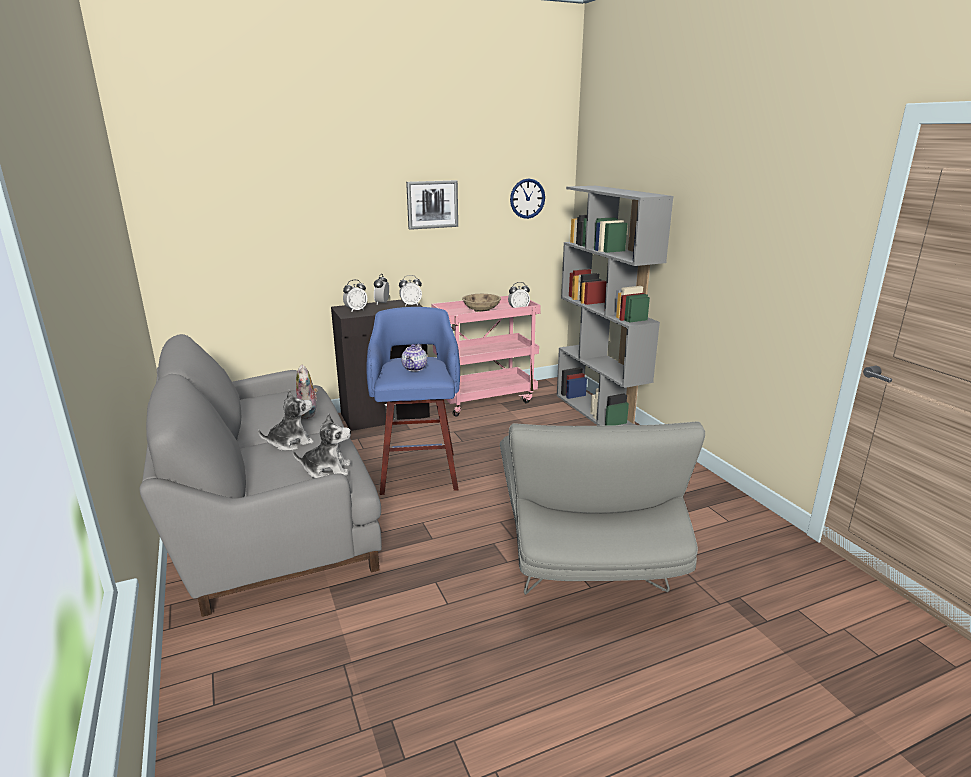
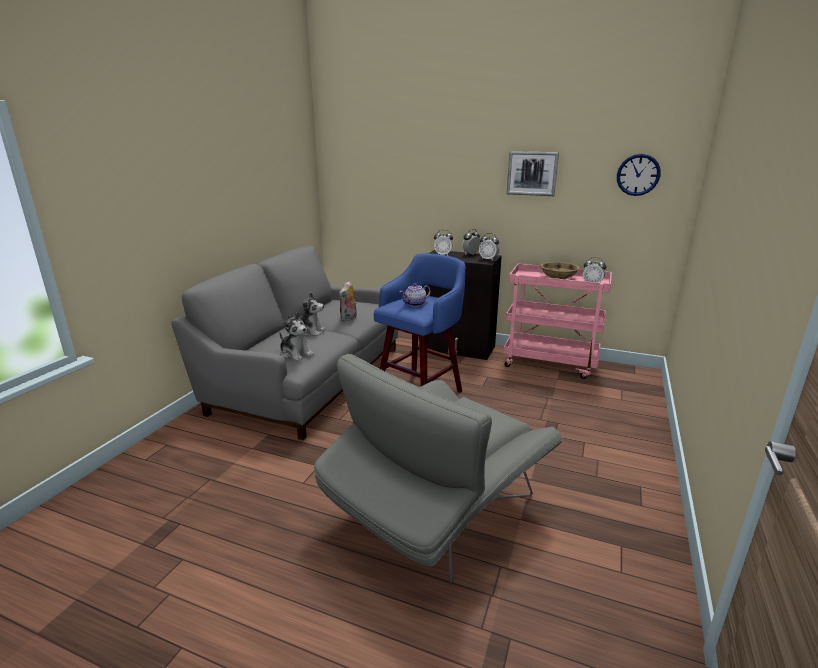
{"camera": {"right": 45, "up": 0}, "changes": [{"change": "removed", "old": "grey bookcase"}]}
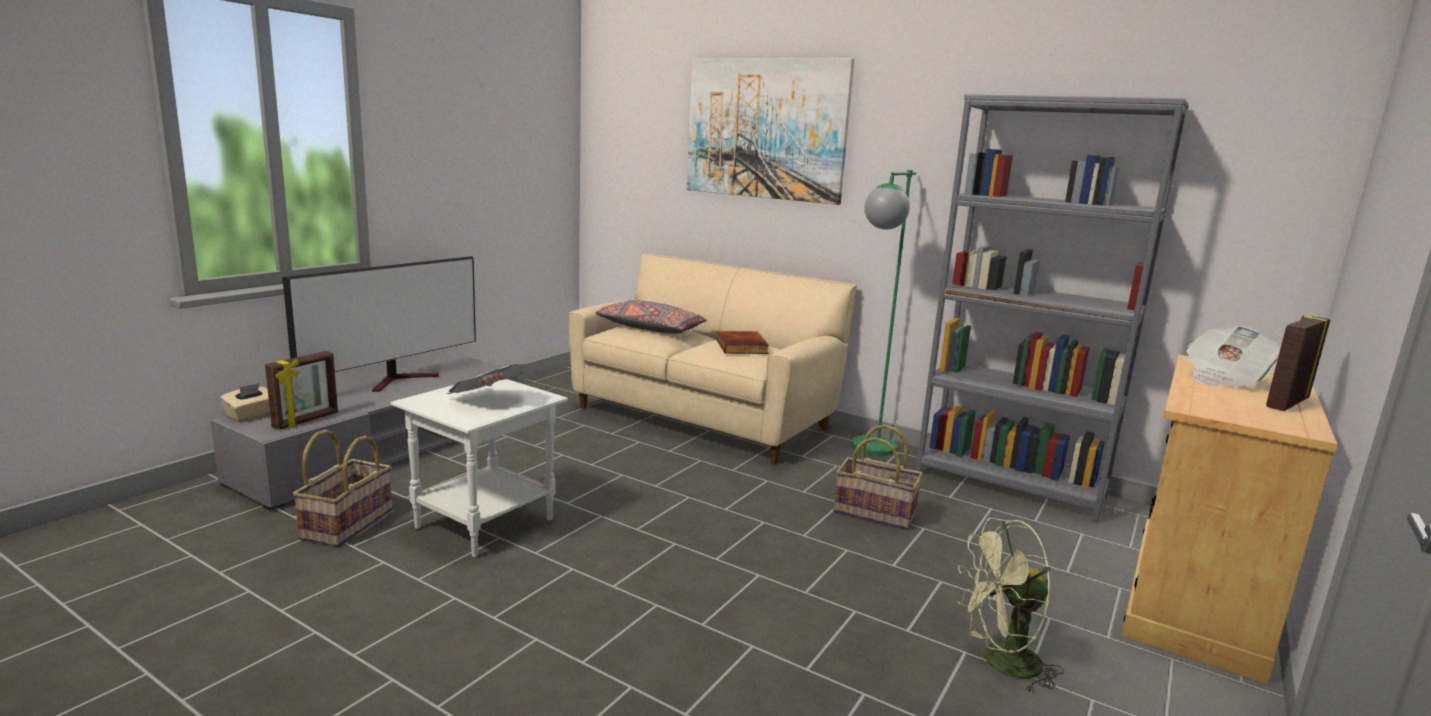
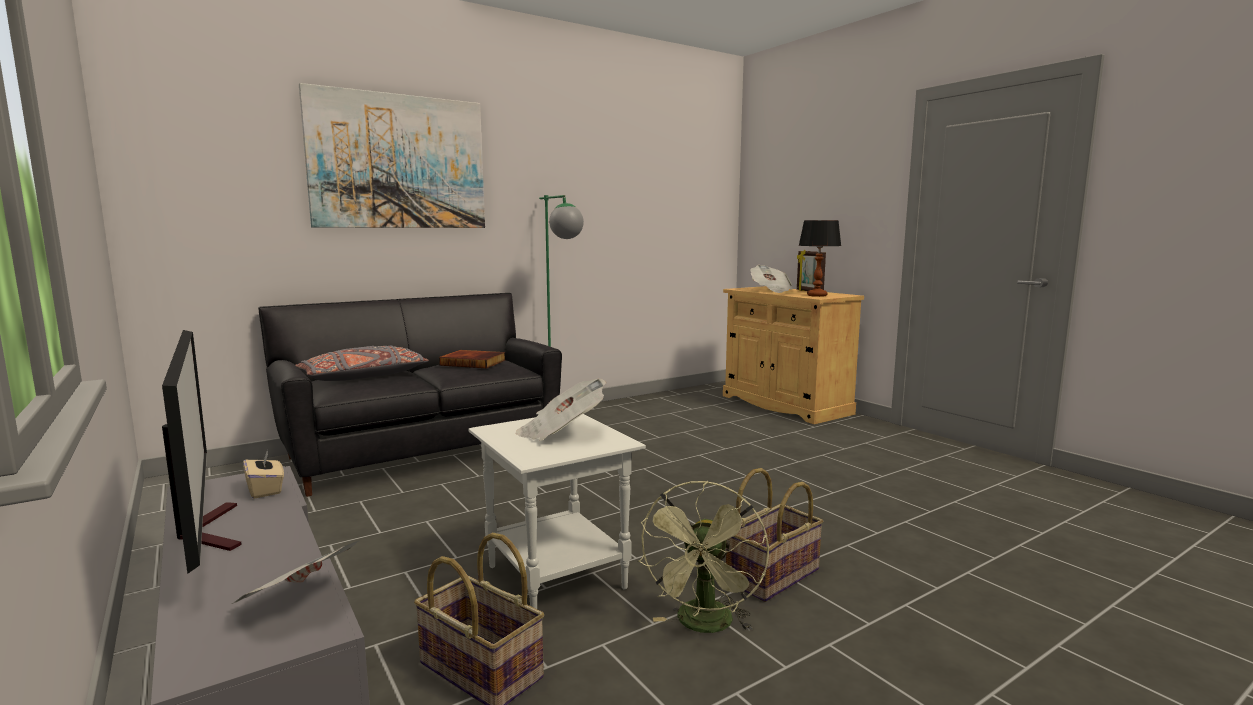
{"camera": {"right": -65, "up": -5}, "changes": [{"change": "replaced", "old": "picture frame (1st from left)", "new": "newspaper (1st from left)"}, {"change": "moved", "old": "beige tissue box"}, {"change": "recoloured", "old": "beige sofa", "new": "black sofa"}, {"change": "moved", "old": "green fan"}, {"change": "moved", "old": "basket (2nd from left)"}, {"change": "added", "new": "table lamp"}, {"change": "removed", "old": "grey bookcase"}]}
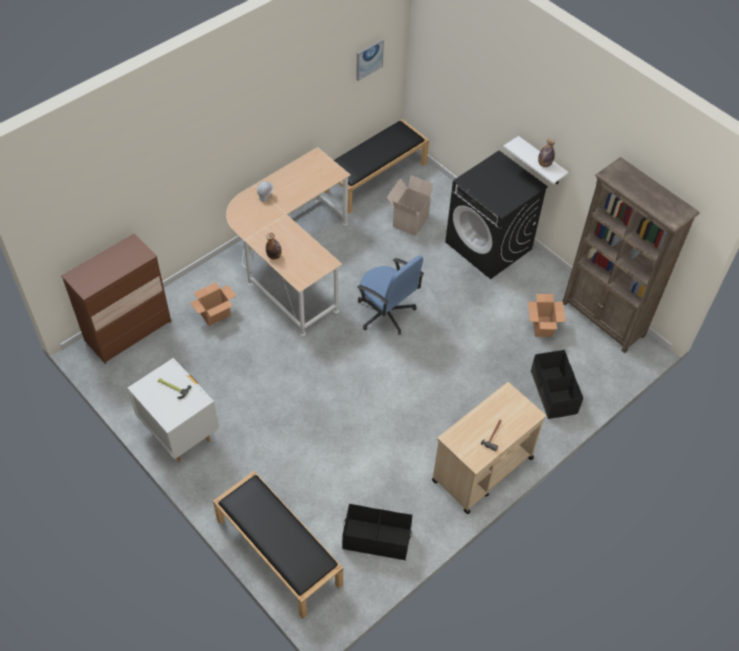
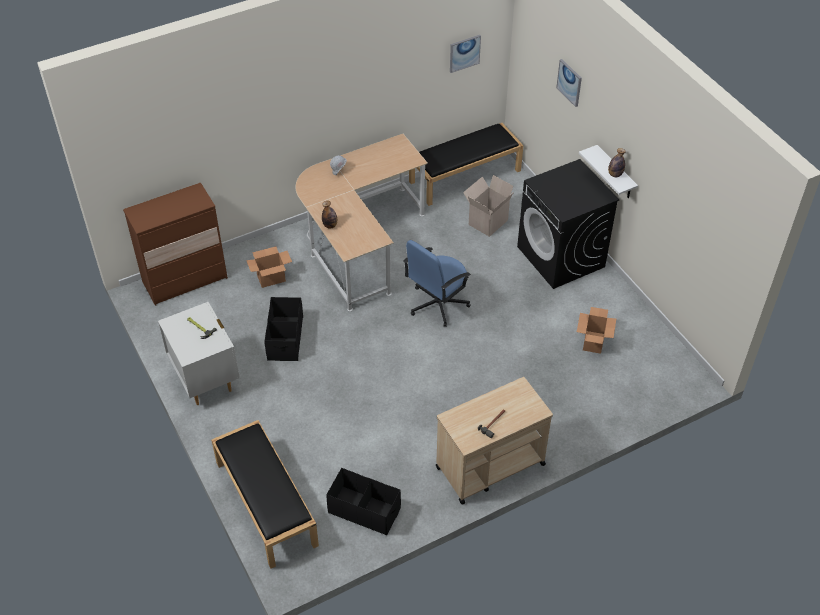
{"camera": {"right": 15, "up": -5}, "changes": [{"change": "moved", "old": "black storage box (2nd from left in the first image)", "new": "black storage box (1st from left)"}, {"change": "turned", "old": "blue office chair", "degrees": 75}, {"change": "added", "new": "picture (2nd from left)"}, {"change": "removed", "old": "brown bookcase"}]}
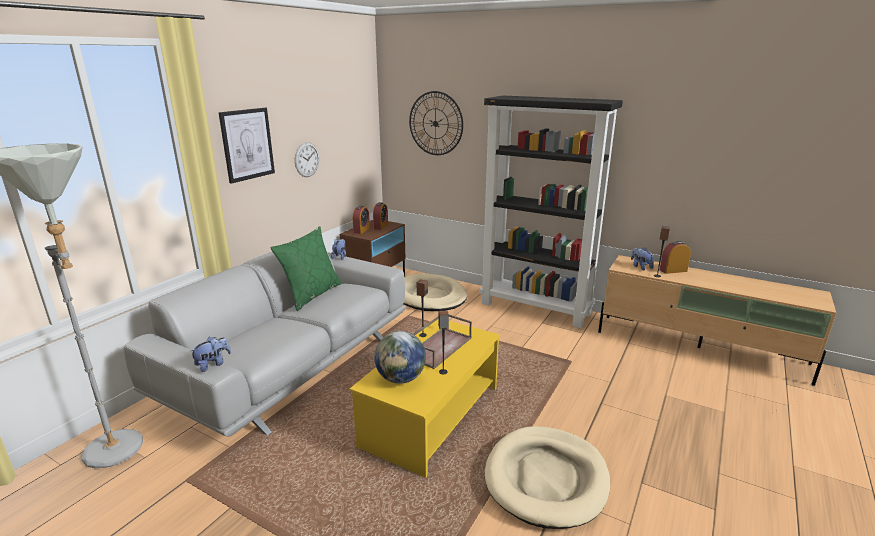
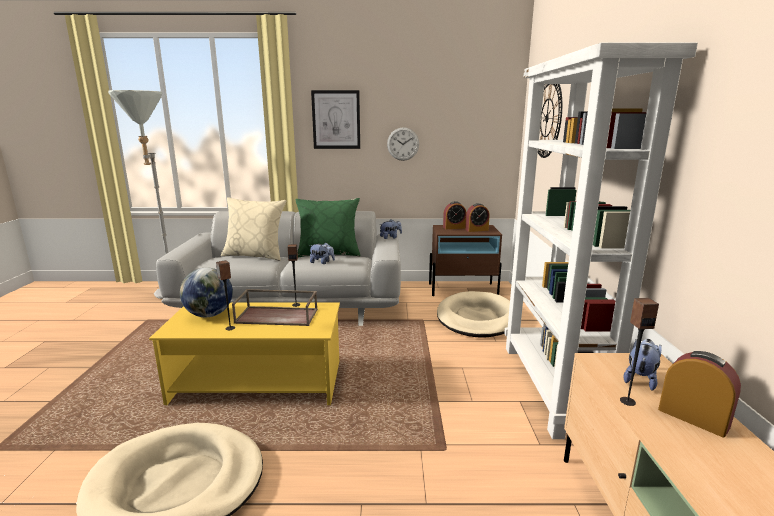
{"camera": {"right": 60, "up": -5}, "changes": [{"change": "added", "new": "beige pillow"}, {"change": "moved", "old": "plush toy (1st from left)"}, {"change": "recoloured", "old": "black bookcase", "new": "white bookcase"}]}
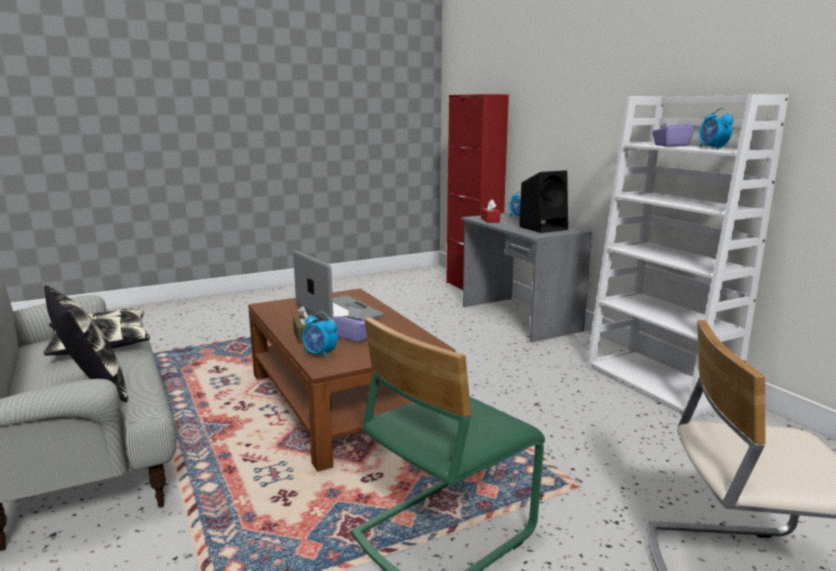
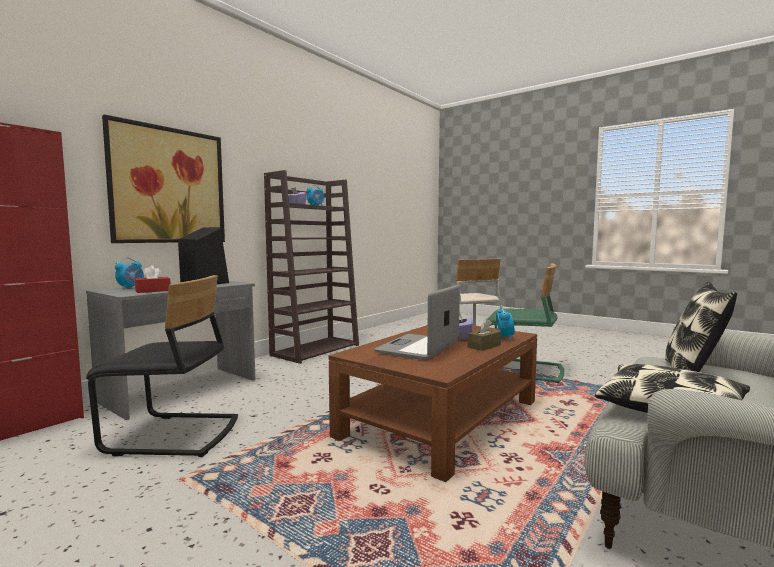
{"camera": {"right": -115, "up": -10}, "changes": [{"change": "added", "new": "black chair"}, {"change": "added", "new": "picture"}, {"change": "recoloured", "old": "white bookcase", "new": "brown bookcase"}]}
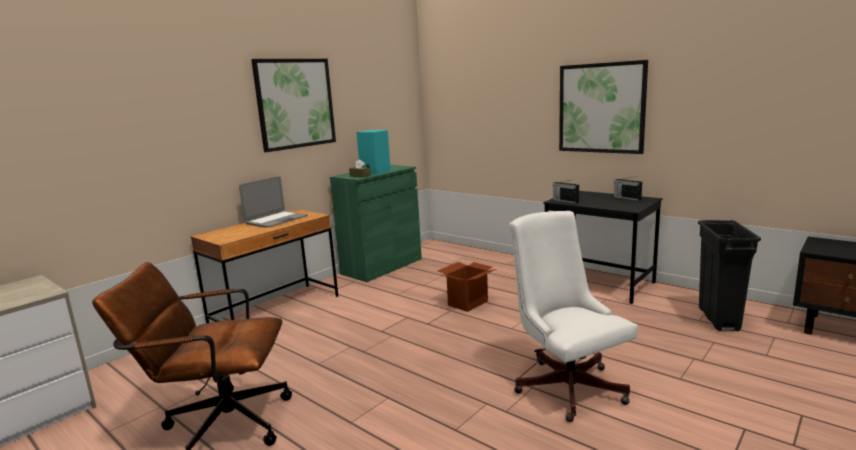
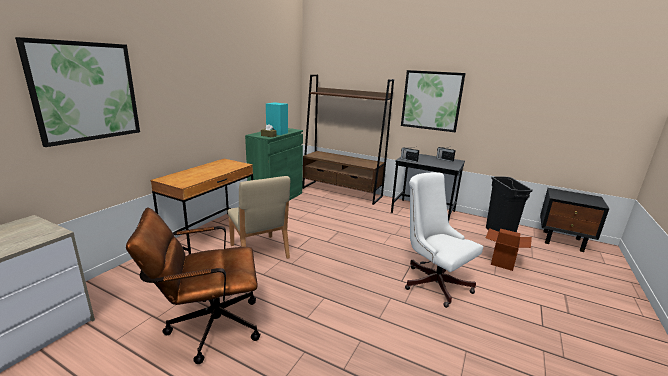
{"camera": {"right": -15, "up": 5}, "changes": [{"change": "moved", "old": "picture (1st from left)"}, {"change": "added", "new": "beige chair"}, {"change": "added", "new": "brown bookcase"}, {"change": "moved", "old": "cardboard box"}, {"change": "removed", "old": "laptop"}]}
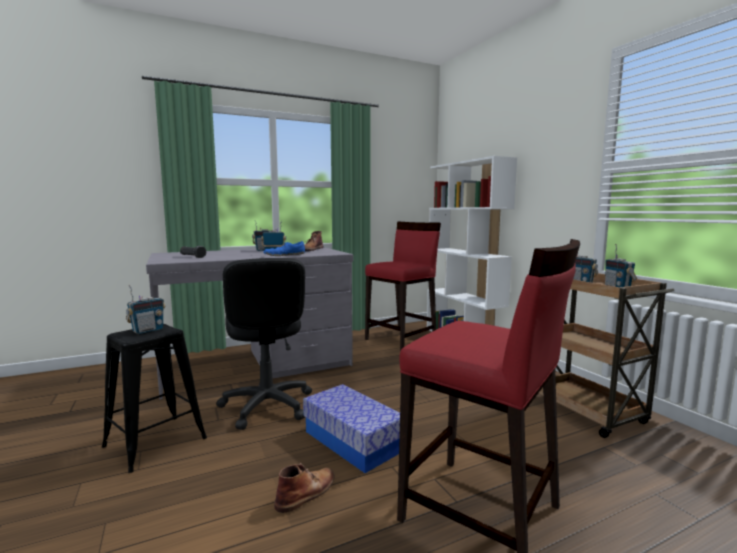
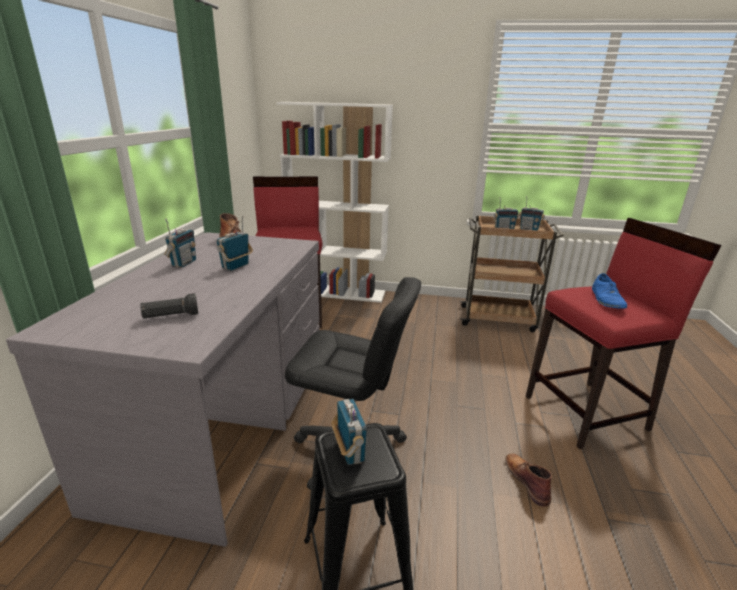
{"camera": {"right": -55, "up": 15}, "changes": [{"change": "moved", "old": "blue shoe"}, {"change": "removed", "old": "storage box"}]}
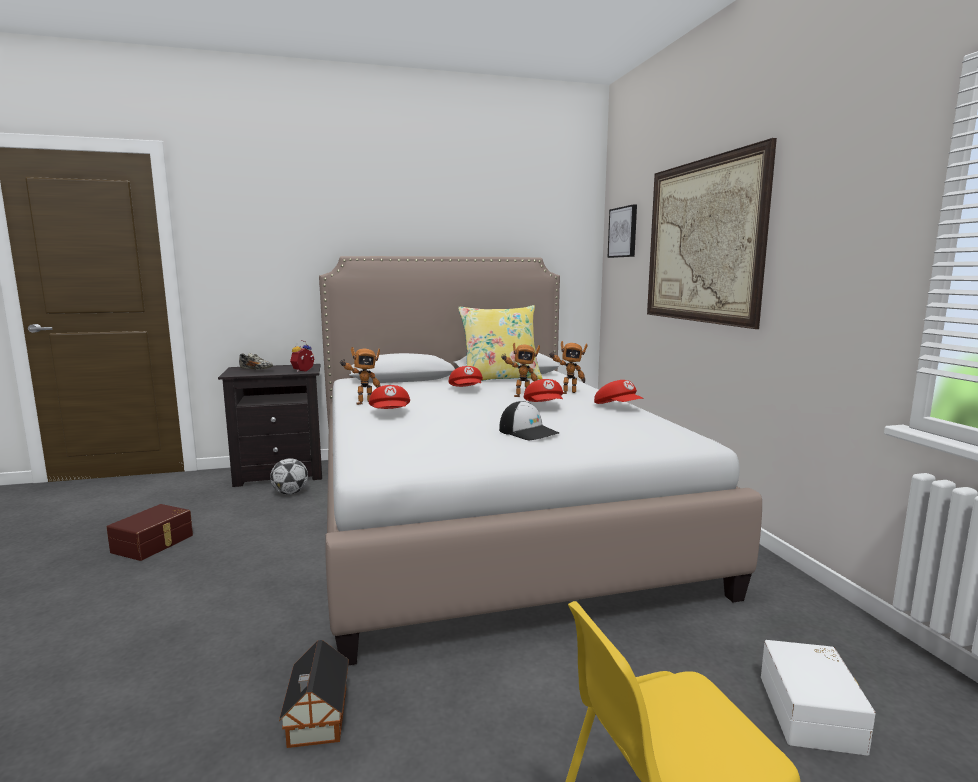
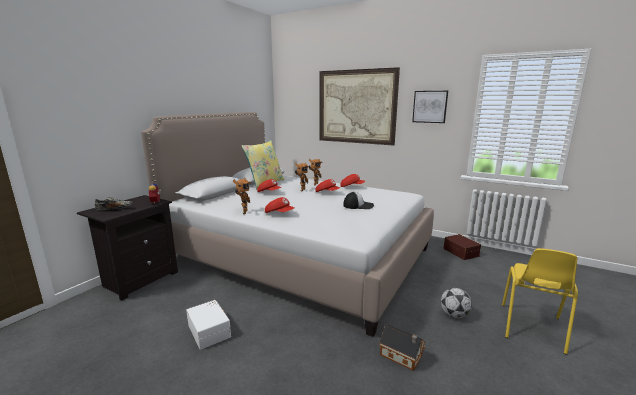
{"camera": {"right": -45, "up": 5}, "changes": [{"change": "moved", "old": "white storage box"}, {"change": "moved", "old": "picture (1st from left in the first image)", "new": "picture (2nd from left)"}, {"change": "moved", "old": "football"}, {"change": "moved", "old": "brown storage box"}]}
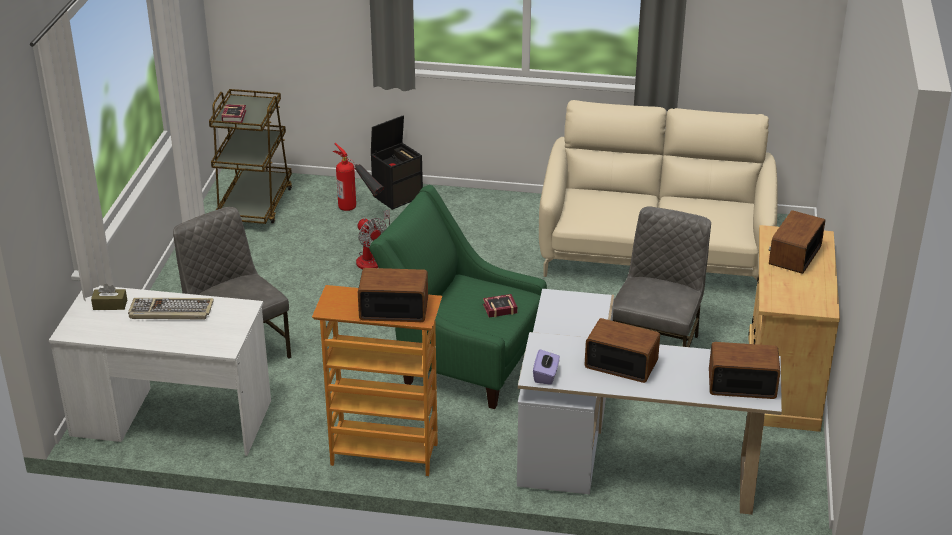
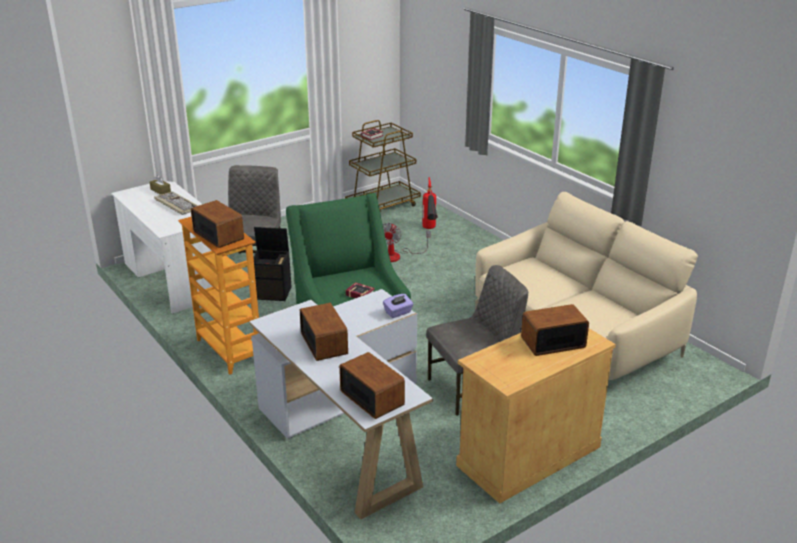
{"camera": {"right": 45, "up": -5}, "changes": [{"change": "moved", "old": "black storage box"}, {"change": "moved", "old": "purple tissue box"}]}
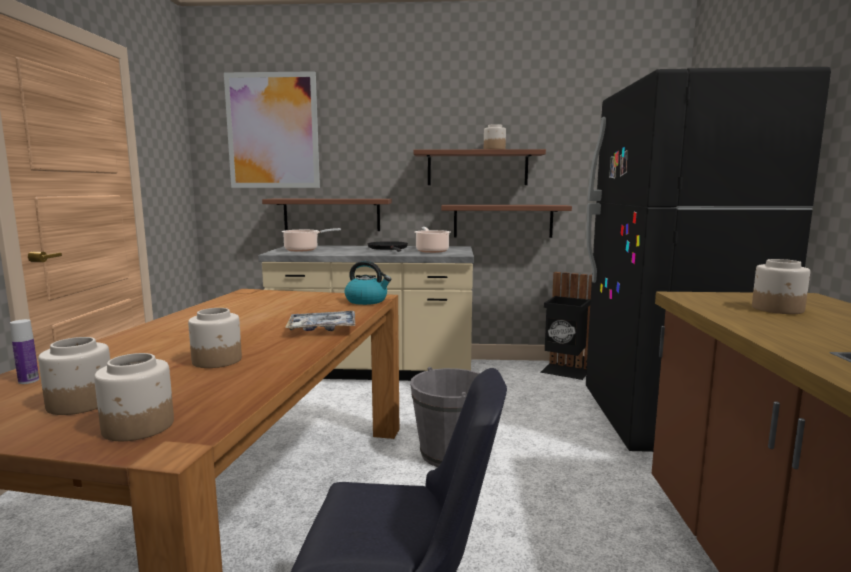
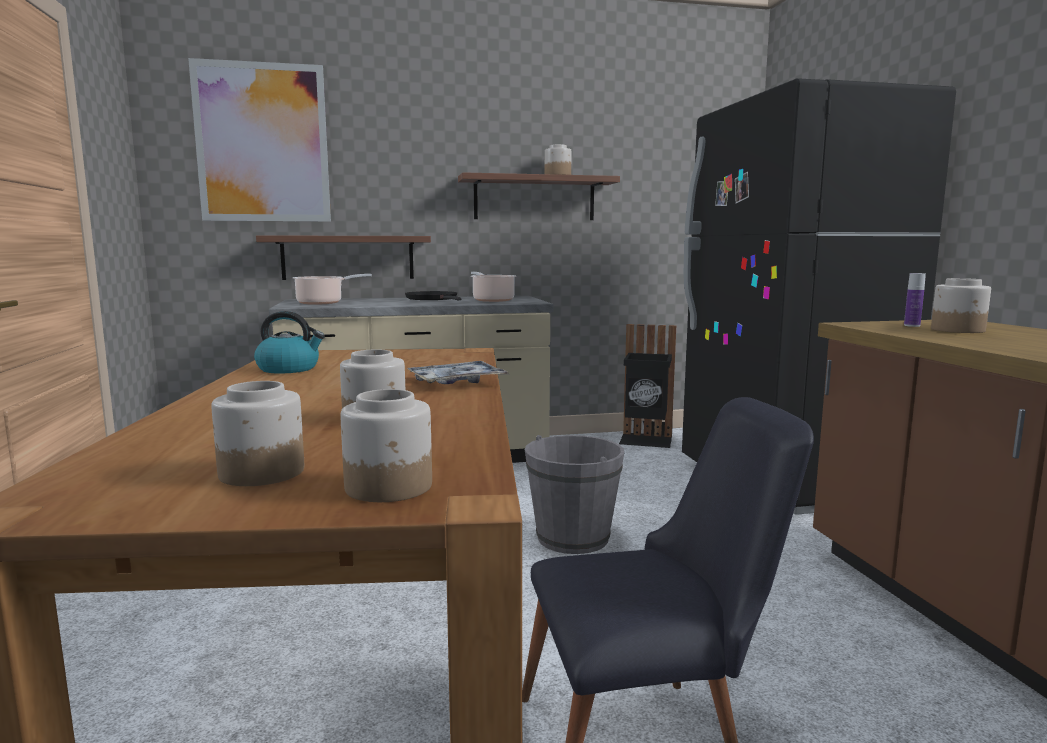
{"camera": {"right": -15, "up": 0}, "changes": [{"change": "moved", "old": "kettle"}, {"change": "moved", "old": "bottle"}, {"change": "removed", "old": "shelf (3rd from left)"}]}
